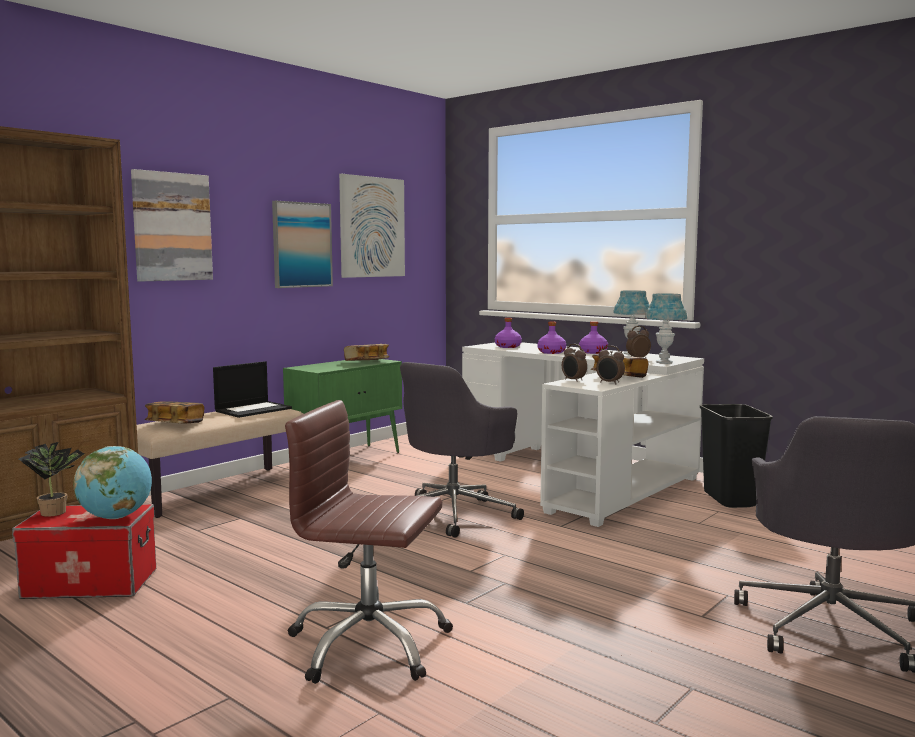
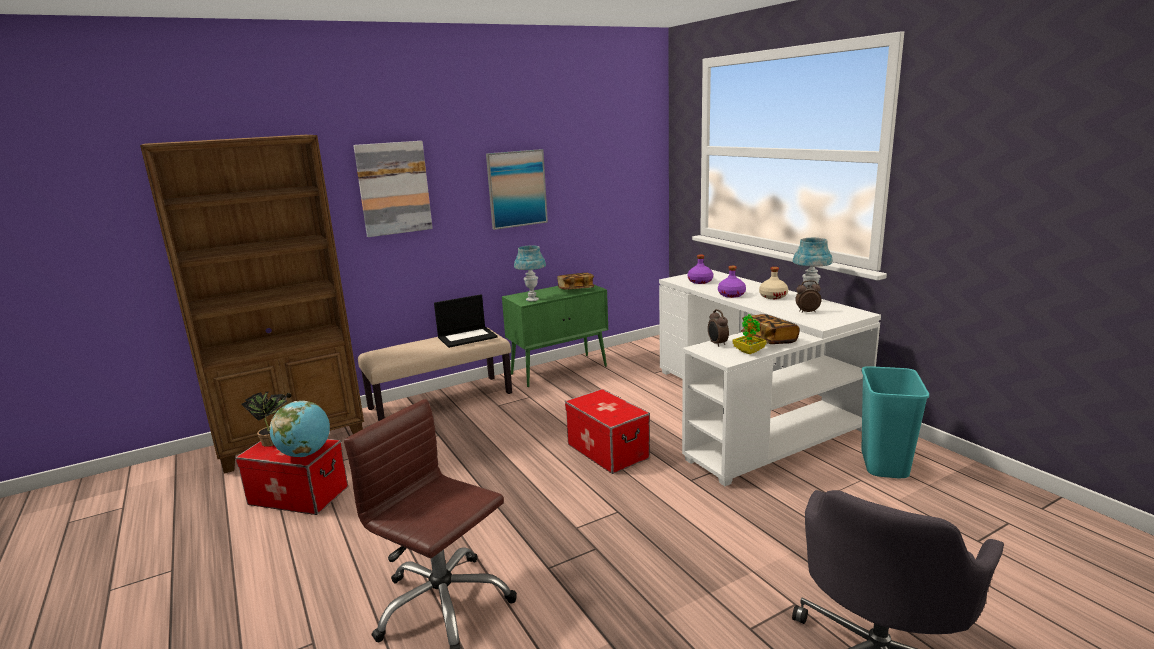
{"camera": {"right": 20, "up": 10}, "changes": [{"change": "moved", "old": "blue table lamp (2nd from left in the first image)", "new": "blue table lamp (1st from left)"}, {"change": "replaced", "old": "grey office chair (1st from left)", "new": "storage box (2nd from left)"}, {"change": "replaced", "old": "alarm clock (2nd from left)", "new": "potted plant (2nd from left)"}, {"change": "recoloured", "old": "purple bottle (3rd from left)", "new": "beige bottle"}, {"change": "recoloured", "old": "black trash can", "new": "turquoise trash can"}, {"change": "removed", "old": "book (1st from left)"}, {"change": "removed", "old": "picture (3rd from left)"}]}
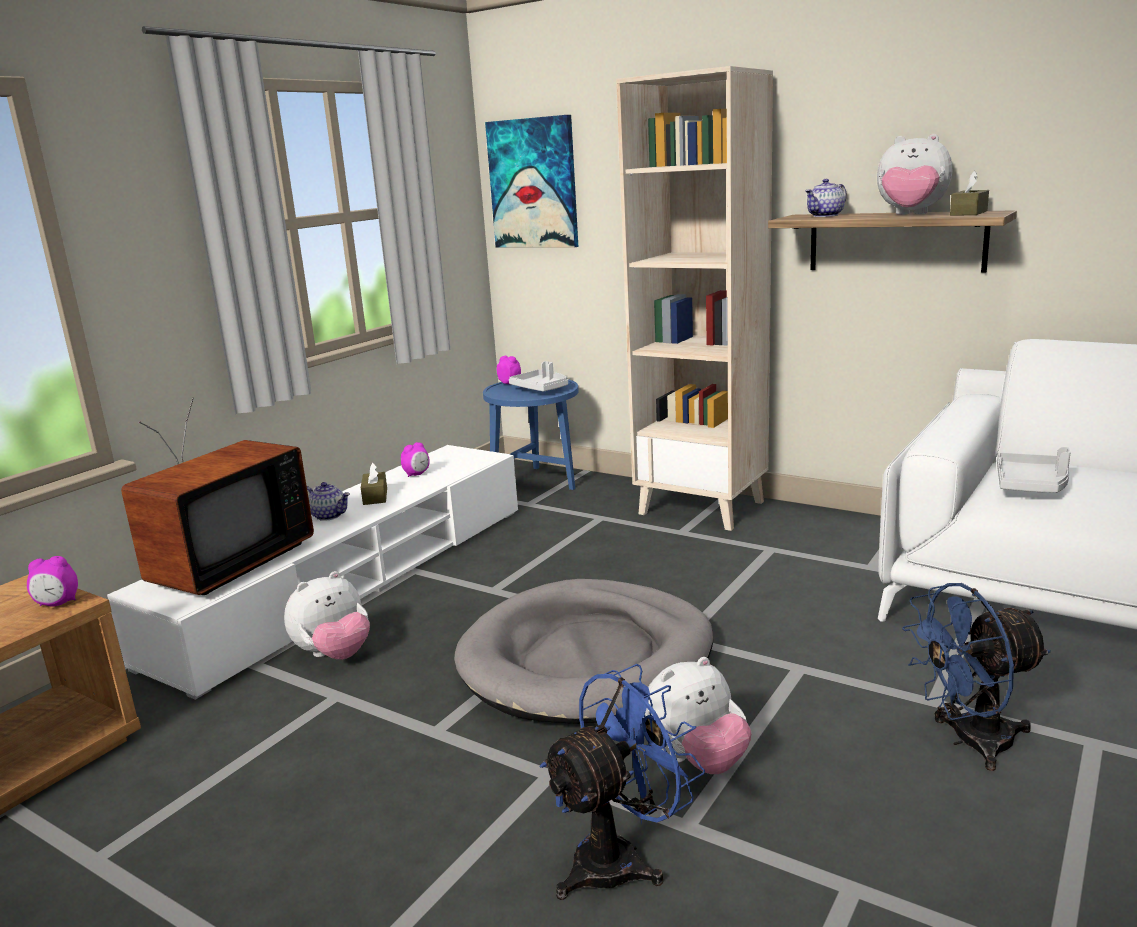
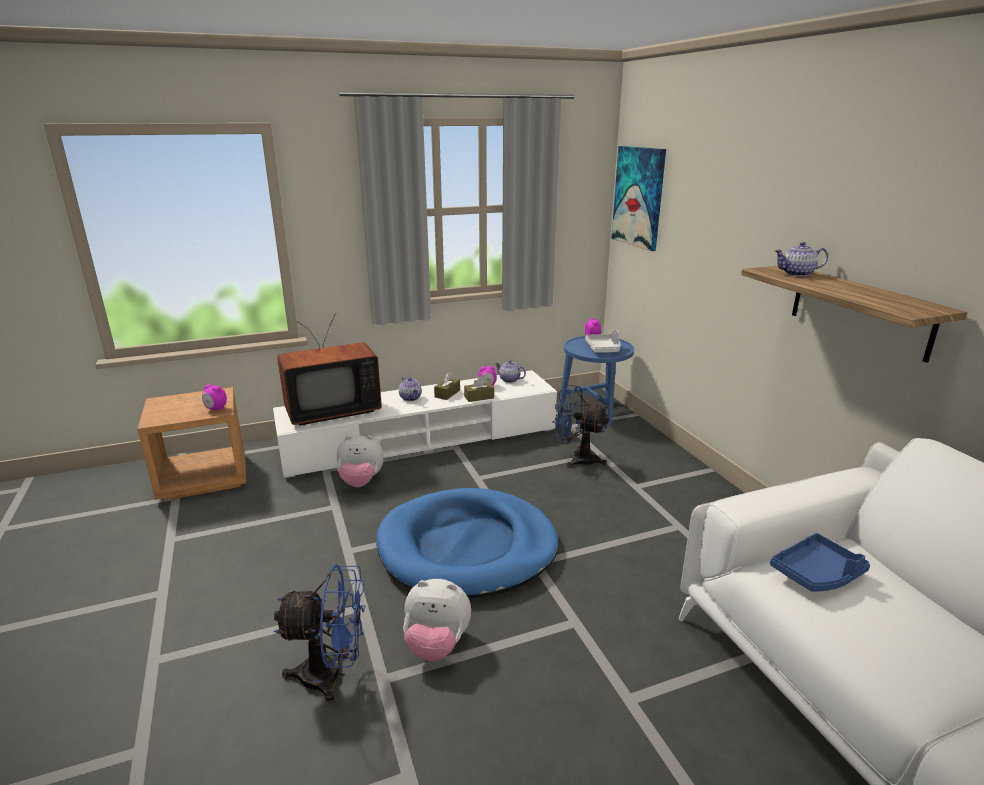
{"camera": {"right": 35, "up": 5}, "changes": [{"change": "recoloured", "old": "grey dog bed", "new": "blue dog bed"}, {"change": "moved", "old": "brown tissue box (2nd from left)"}, {"change": "added", "new": "teapot (2nd from left)"}, {"change": "moved", "old": "blue fan (2nd from left)"}, {"change": "recoloured", "old": "grey tray (2nd from left)", "new": "blue tray"}, {"change": "removed", "old": "beige bookcase"}, {"change": "removed", "old": "plush toy (3rd from left)"}]}
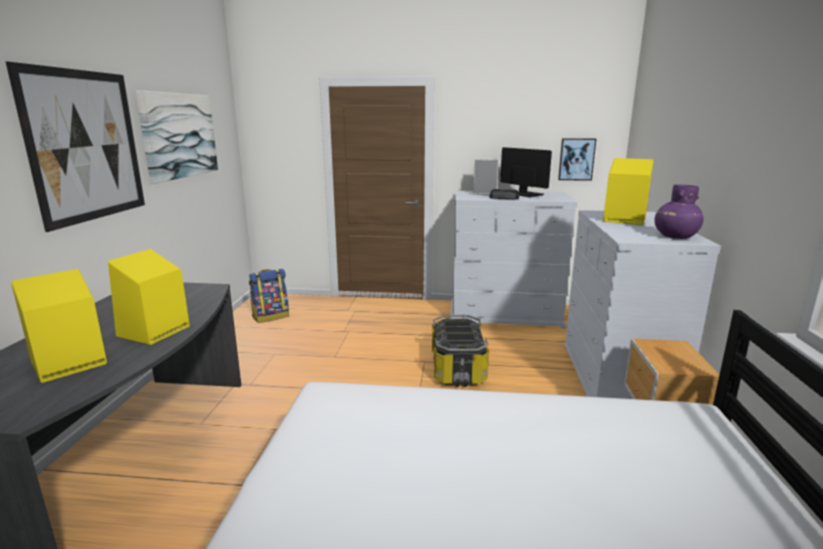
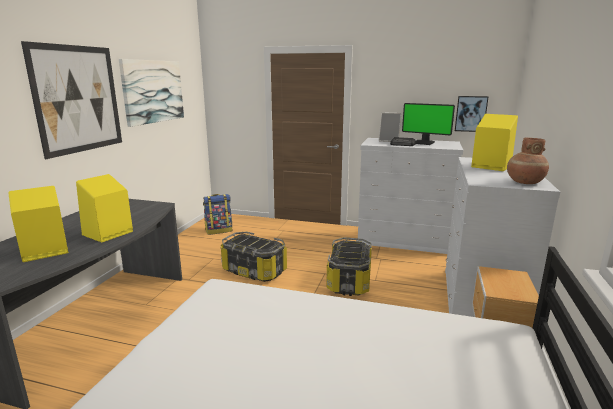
{"camera": {"right": 10, "up": 0}, "changes": [{"change": "added", "new": "storage box (1st from left)"}, {"change": "turned", "old": "monitor", "degrees": 150}, {"change": "recoloured", "old": "purple vase", "new": "brown vase"}]}
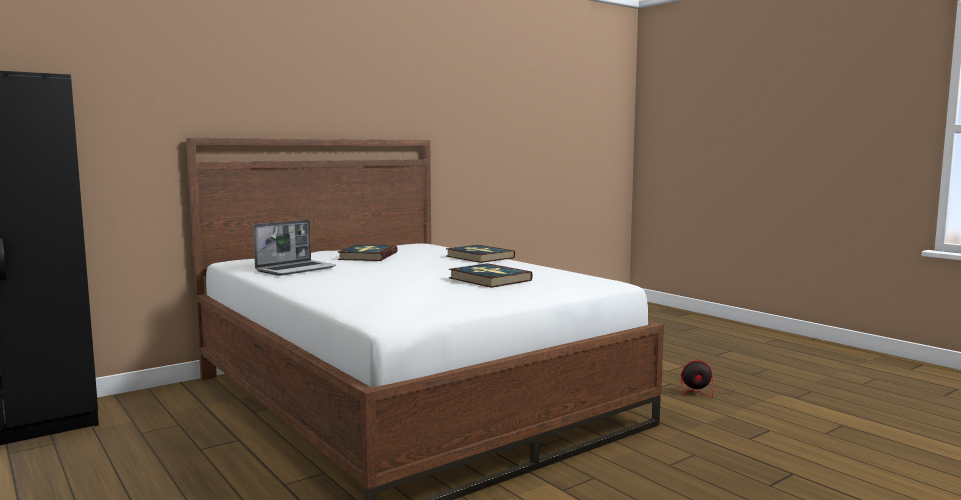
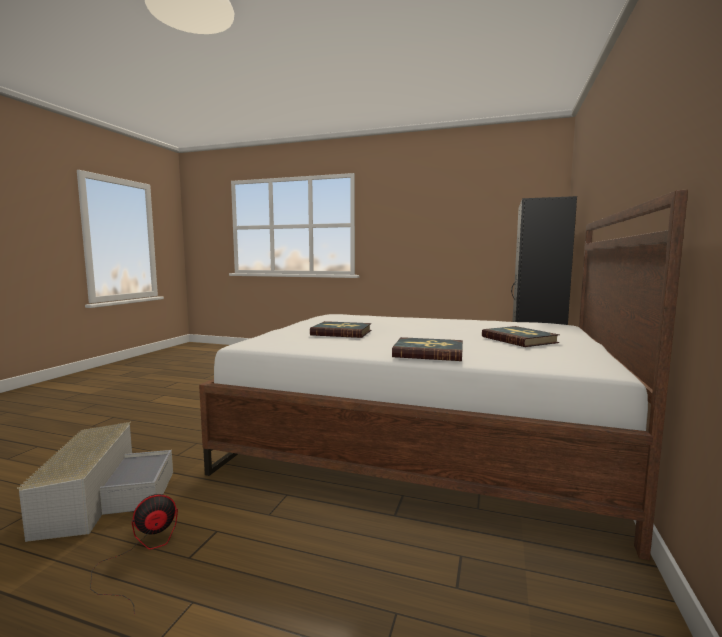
{"camera": {"right": 145, "up": 0}, "changes": [{"change": "added", "new": "grey storage box"}, {"change": "removed", "old": "laptop"}]}
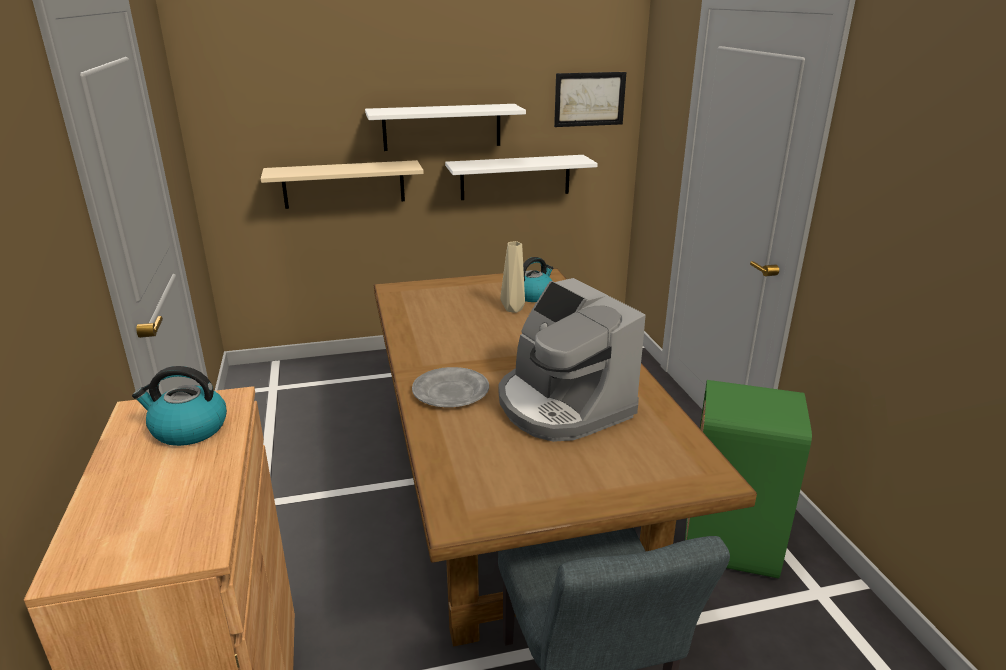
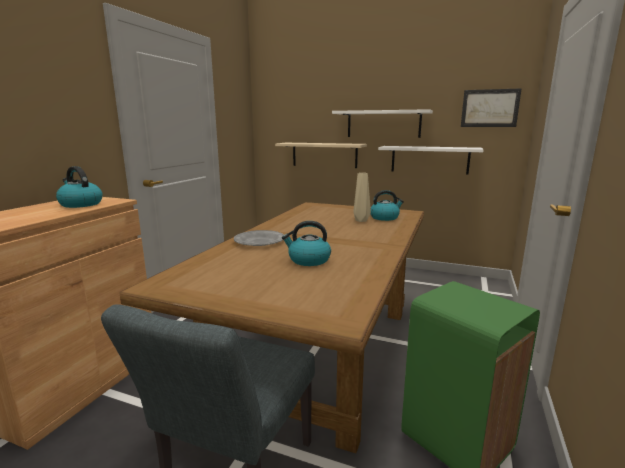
{"camera": {"right": 35, "up": -10}, "changes": [{"change": "replaced", "old": "coffee machine", "new": "kettle (2nd from left)"}]}
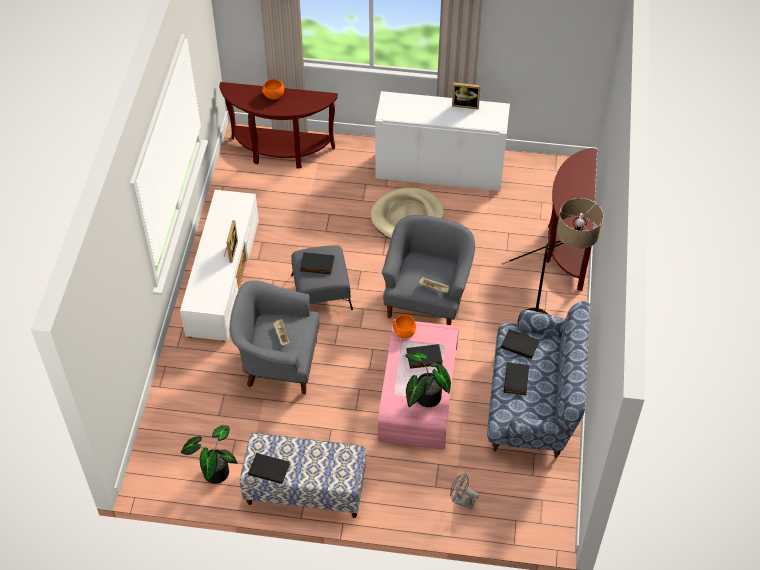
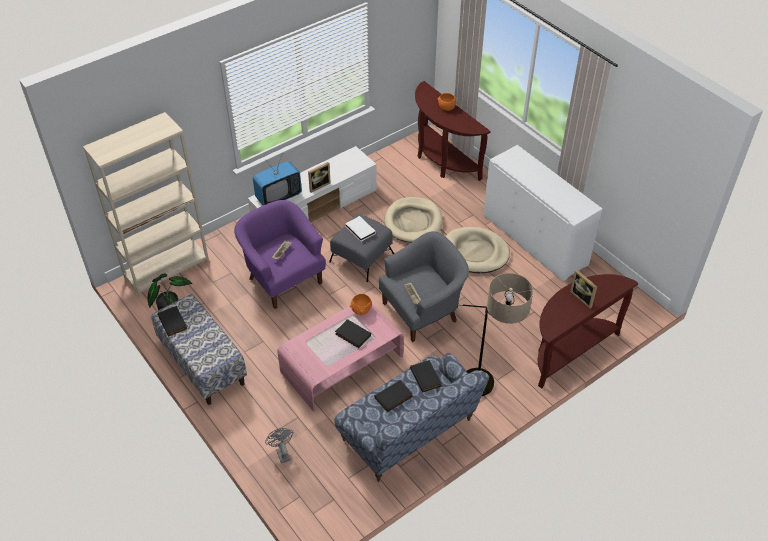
{"camera": {"right": 45, "up": -5}, "changes": [{"change": "added", "new": "beige bookcase"}, {"change": "recoloured", "old": "grey armchair (1st from left)", "new": "purple armchair"}, {"change": "added", "new": "television"}, {"change": "recoloured", "old": "black book (2nd from left)", "new": "white book"}, {"change": "added", "new": "beige dog bed (1st from left)"}, {"change": "moved", "old": "picture frame (2nd from left)"}, {"change": "removed", "old": "potted plant (2nd from left)"}]}
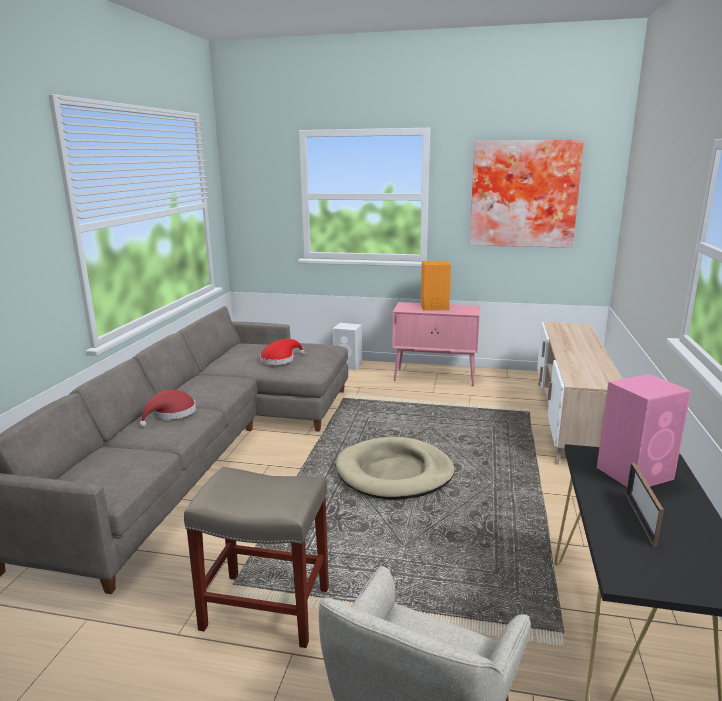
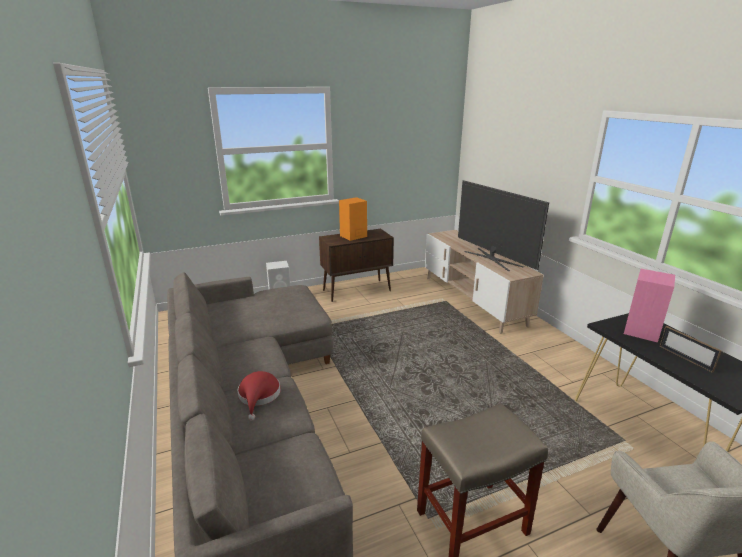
{"camera": {"right": -35, "up": 5}, "changes": [{"change": "recoloured", "old": "pink cabinet", "new": "brown cabinet"}, {"change": "added", "new": "television"}, {"change": "removed", "old": "red hat (2nd from left)"}, {"change": "removed", "old": "beige dog bed"}, {"change": "removed", "old": "picture"}]}
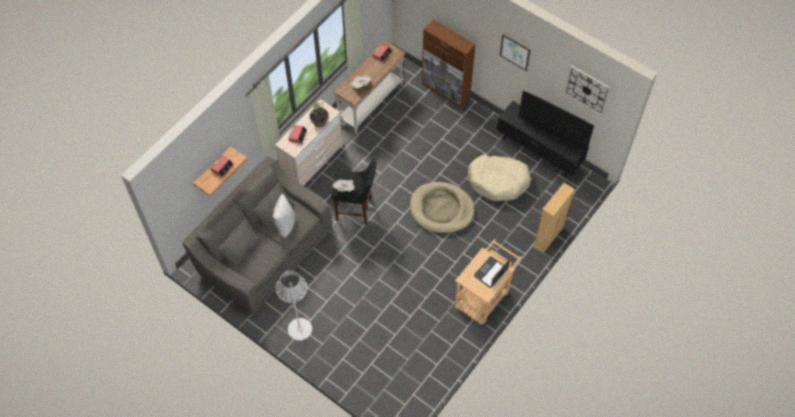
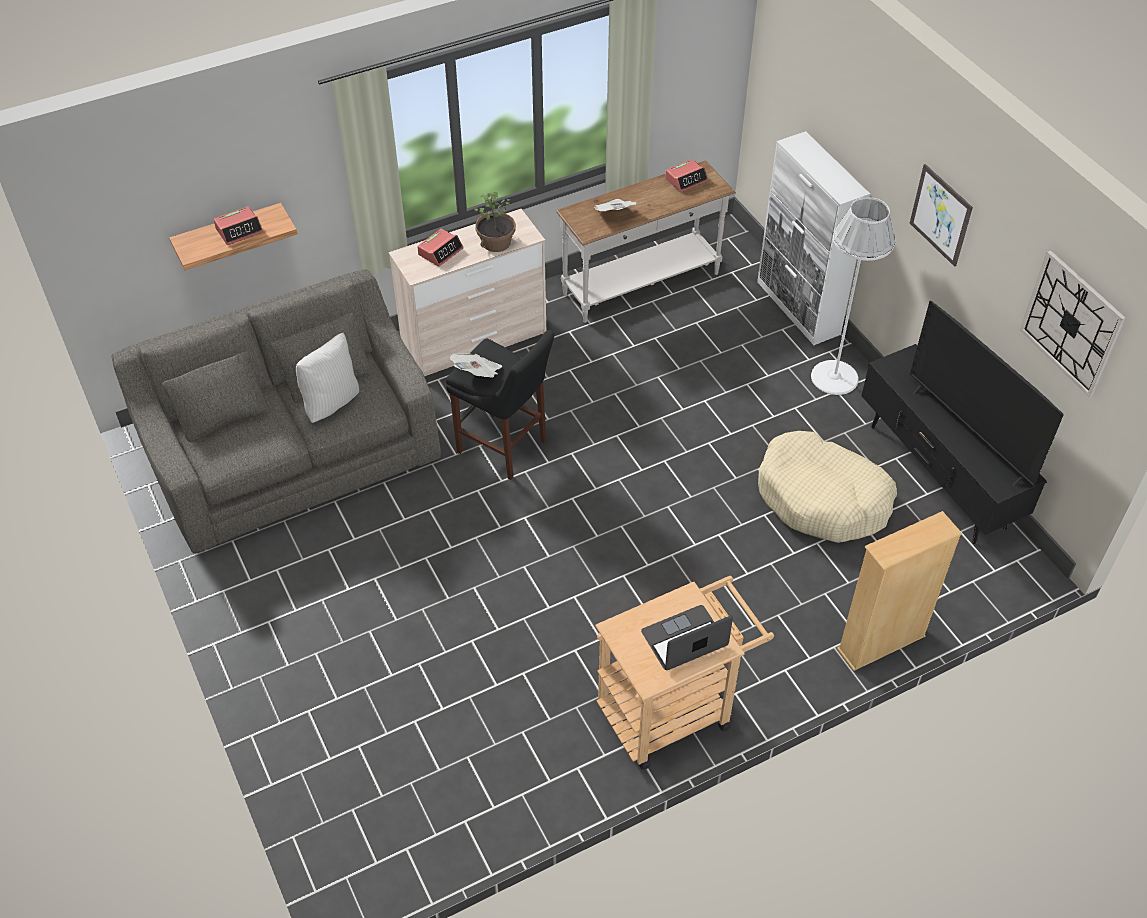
{"camera": {"right": 25, "up": -10}, "changes": [{"change": "recoloured", "old": "brown cabinet", "new": "white cabinet"}, {"change": "moved", "old": "white floor lamp"}, {"change": "removed", "old": "beige dog bed (1st from left)"}]}
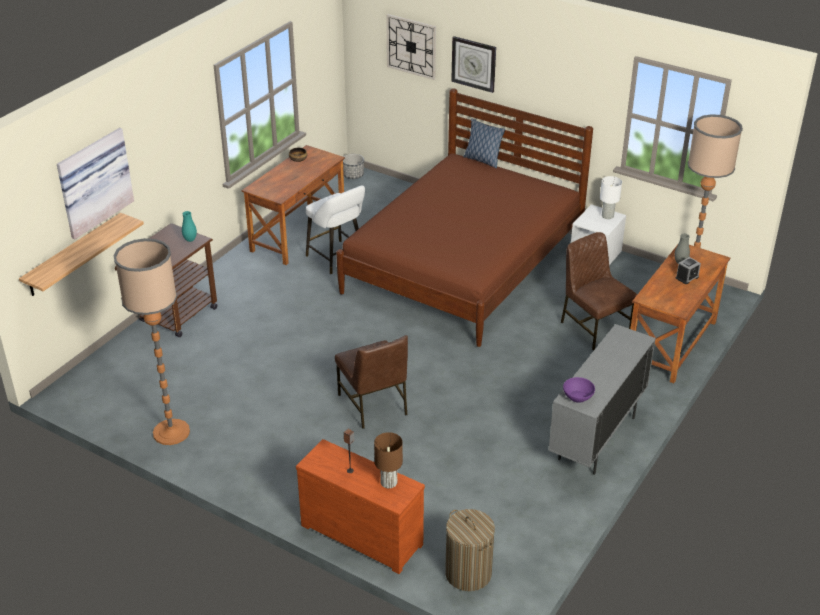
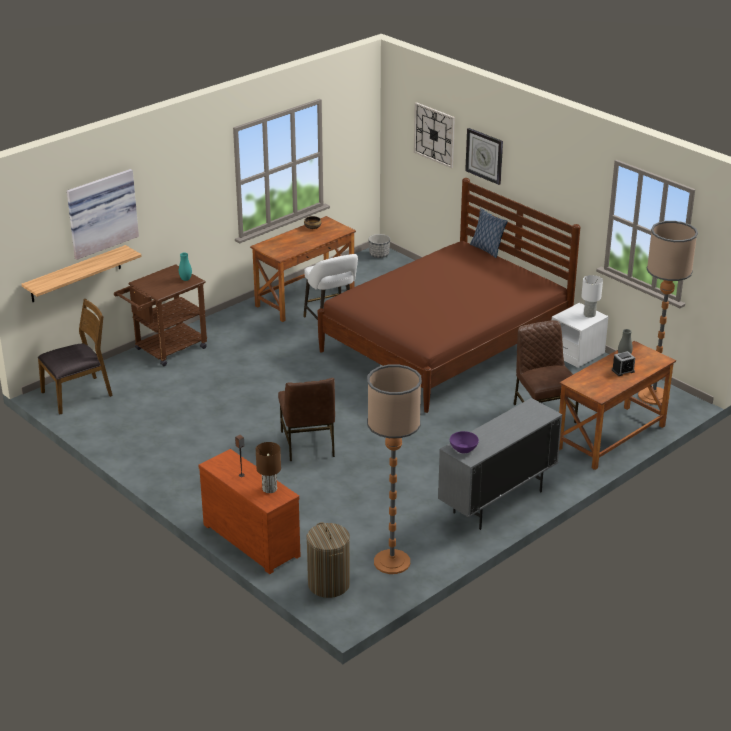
{"camera": {"right": 15, "up": -5}, "changes": [{"change": "added", "new": "brown chair (1st from left)"}, {"change": "moved", "old": "floor lamp (1st from left)"}]}
